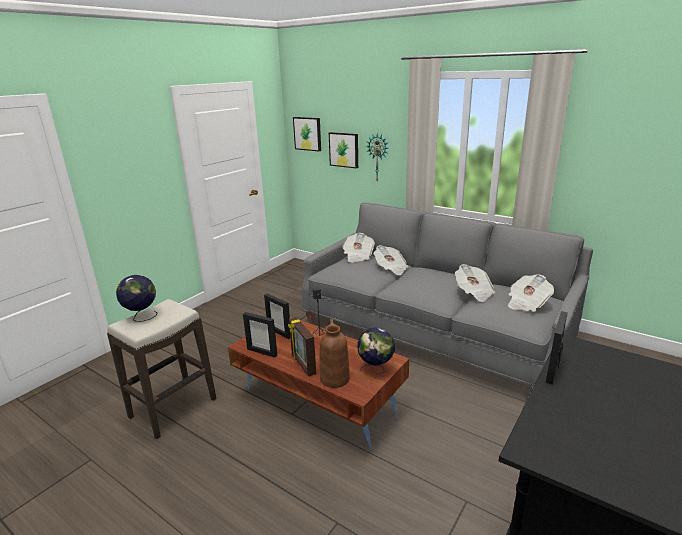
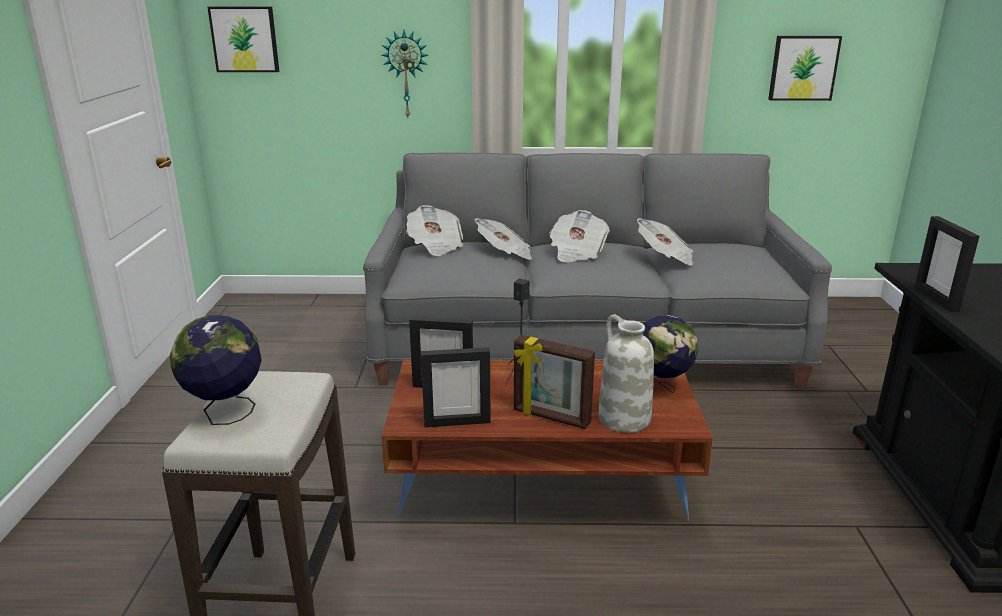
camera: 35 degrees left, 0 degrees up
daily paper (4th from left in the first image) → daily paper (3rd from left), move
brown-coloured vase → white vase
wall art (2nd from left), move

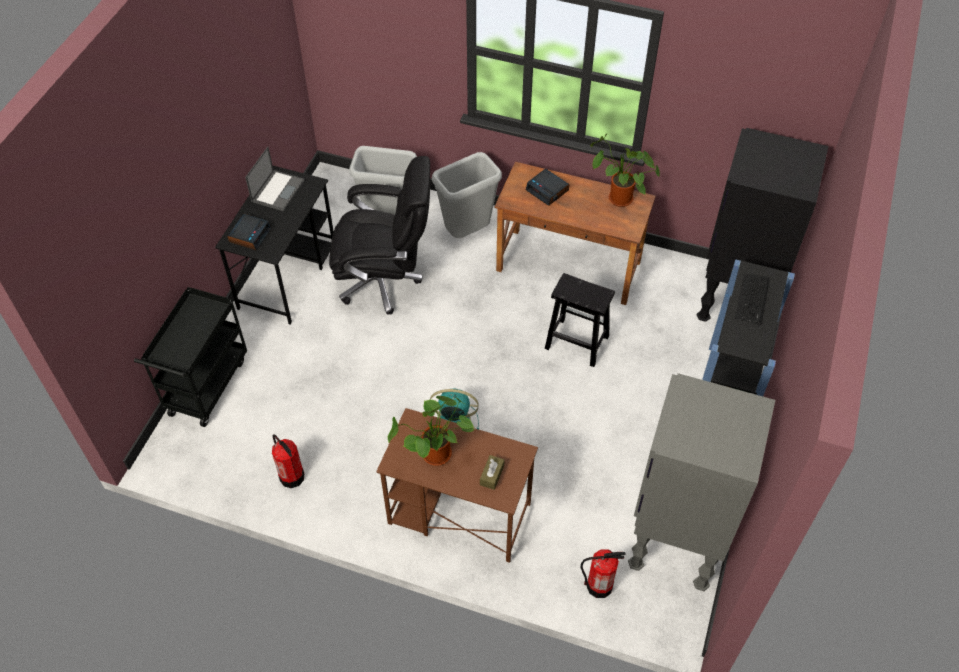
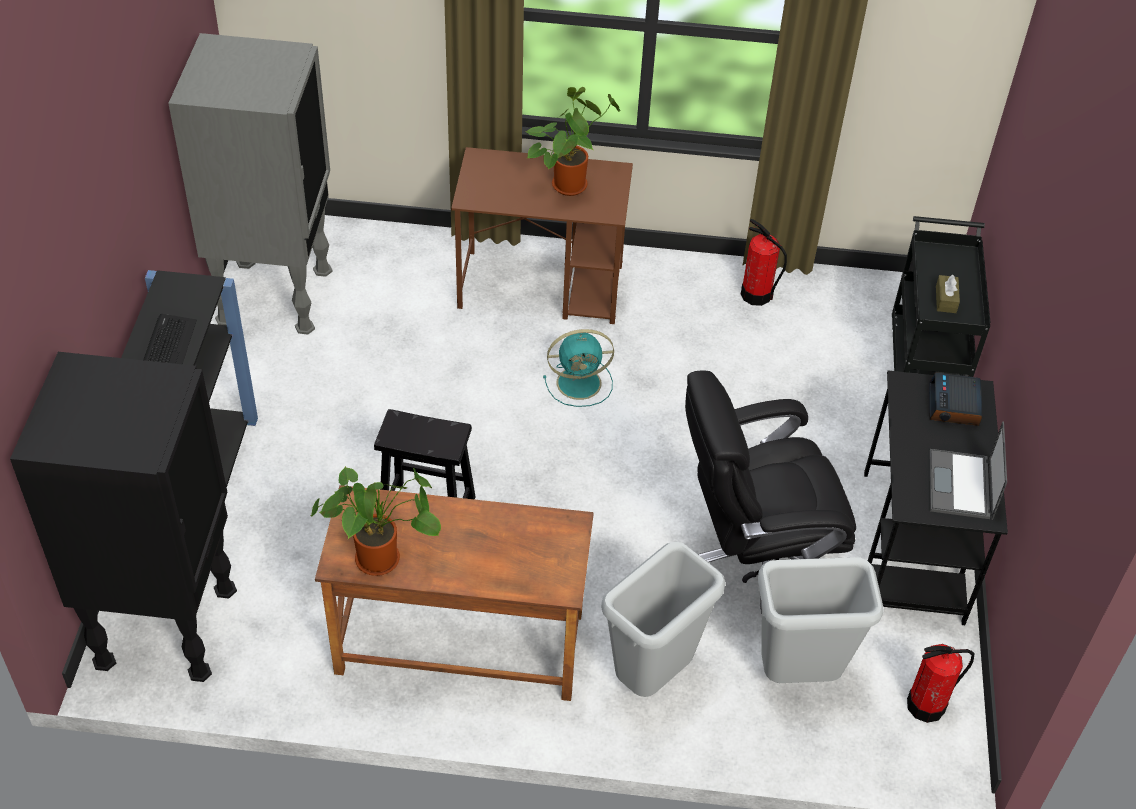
camera: 165 degrees right, 5 degrees down
extinguisher (2nd from left), move
brown-coloured tissue holder, move
alarm clock (2nd from left) → -

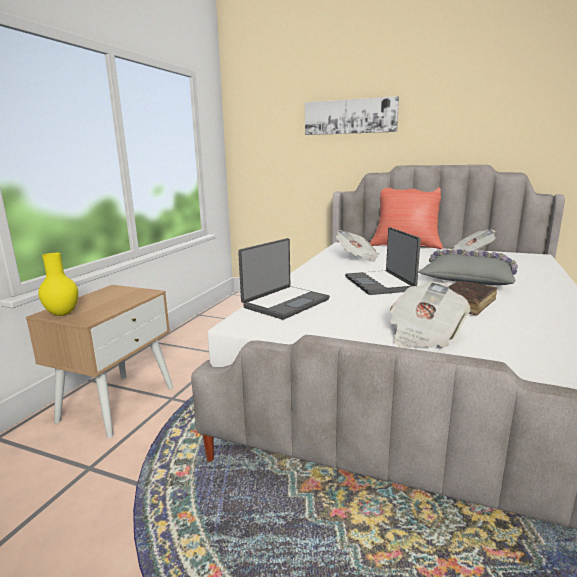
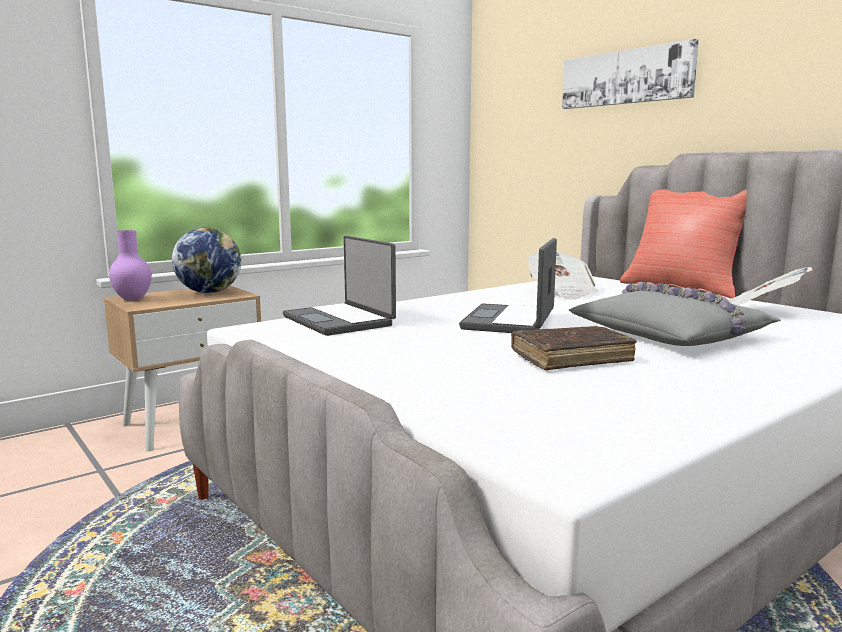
camera: 30 degrees right, 5 degrees down
yellow vase → purple-coloured vase
- → world globe
notebook computer (1st from left), 75 degrees clockwise
daily paper (2nd from left) → -

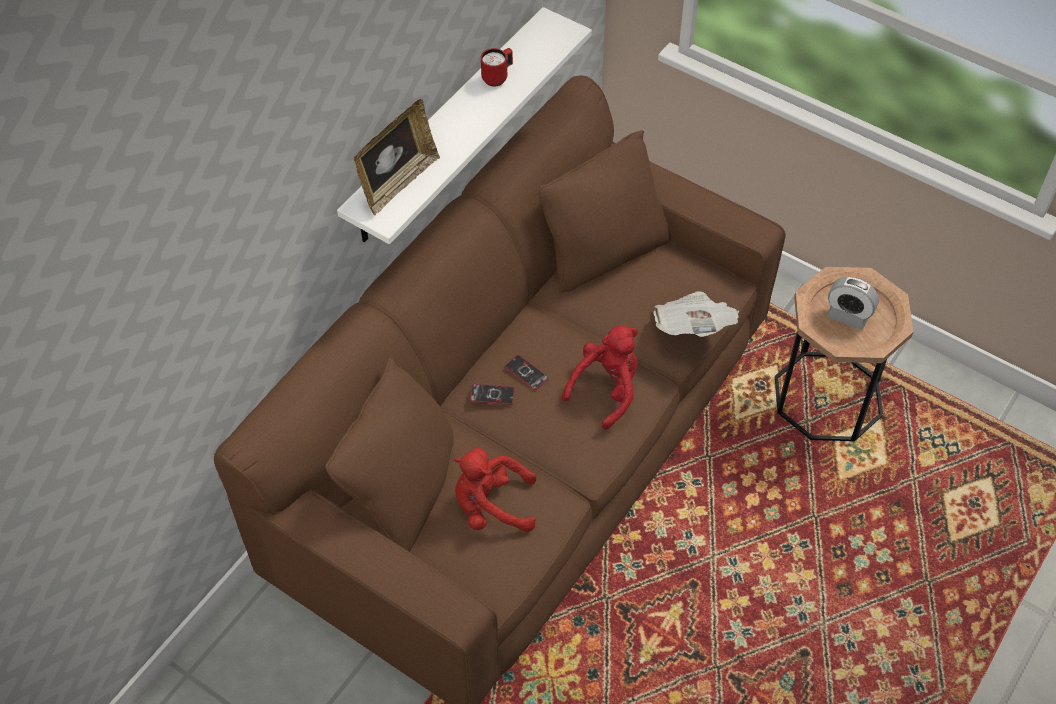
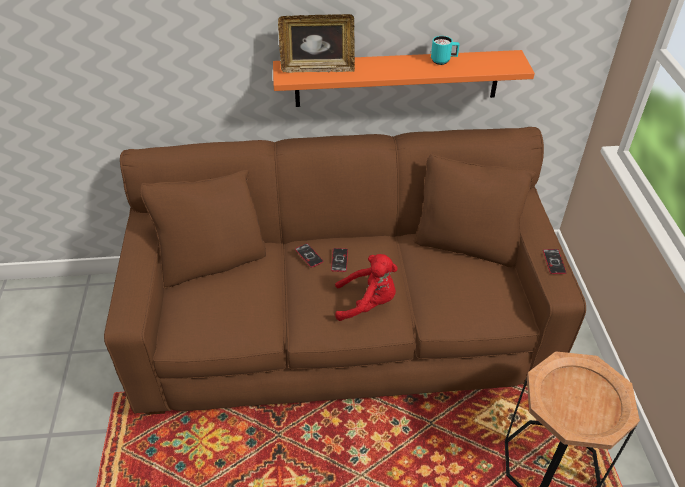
camera: 50 degrees right, 10 degrees down
white shelf → orangey shelf
red tea mug → turquoise-coloured tea mug
- → phone (3rd from left)
red cuddly toy (1st from left) → -
daily paper → -
alarm clock → -

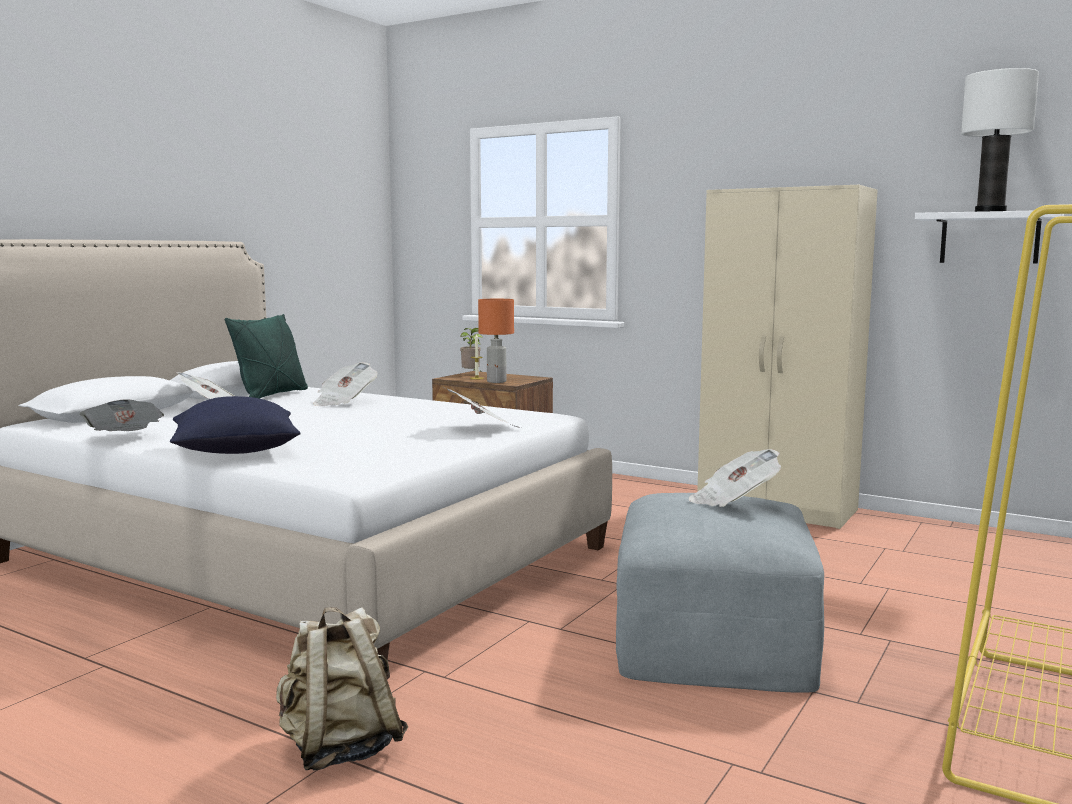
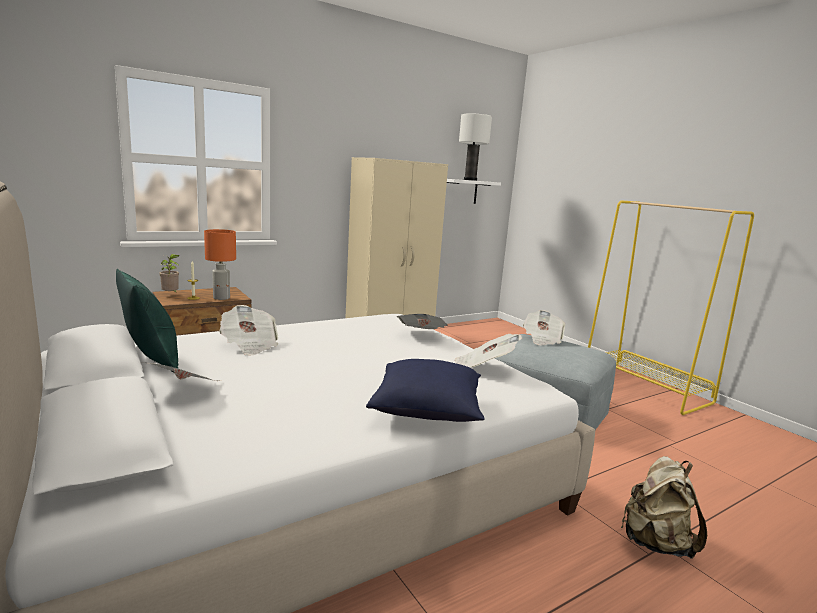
camera: 65 degrees left, 5 degrees up
daily paper (1st from left in the first image) → daily paper (4th from left), move

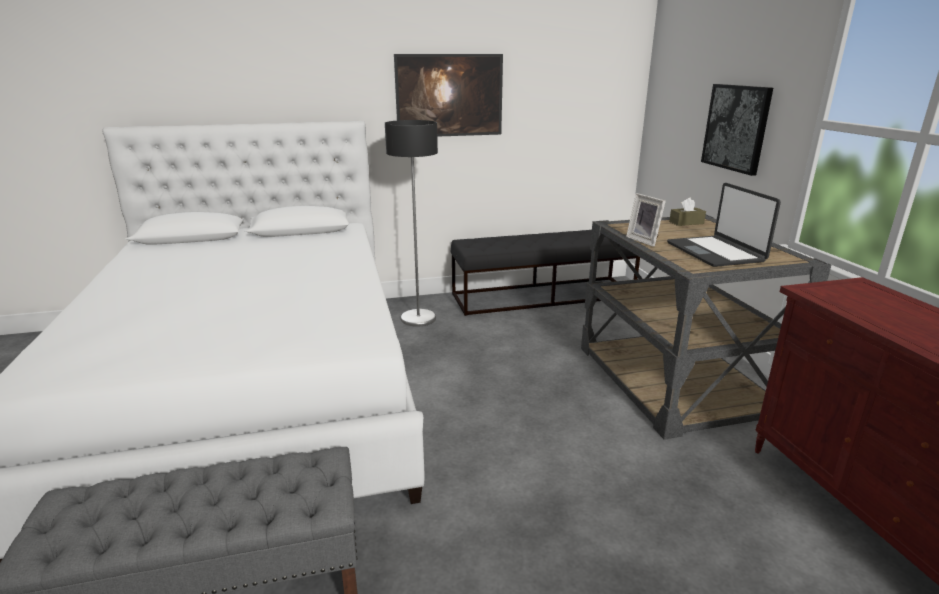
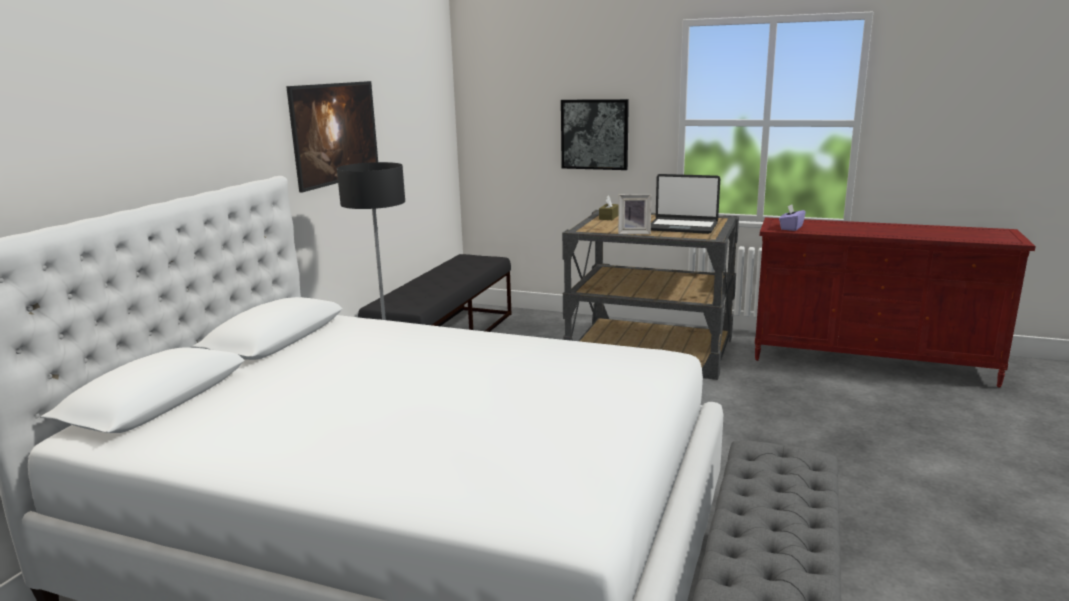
camera: 55 degrees left, 5 degrees down
- → purple-coloured tissue holder

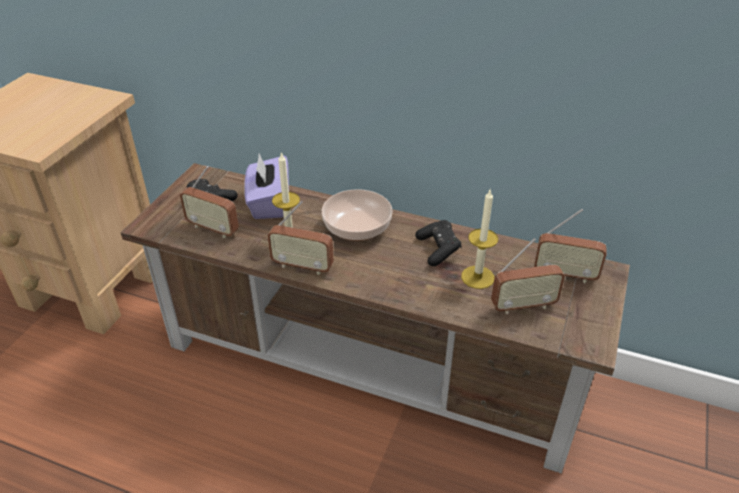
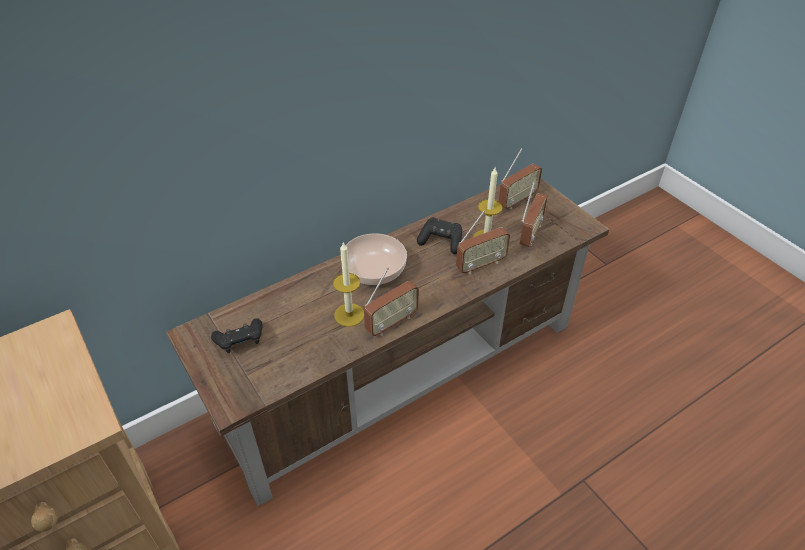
camera: 55 degrees left, 5 degrees up
radio (1st from left in the first image) → radio (2nd from left), move
purple-coloured tissue holder → -

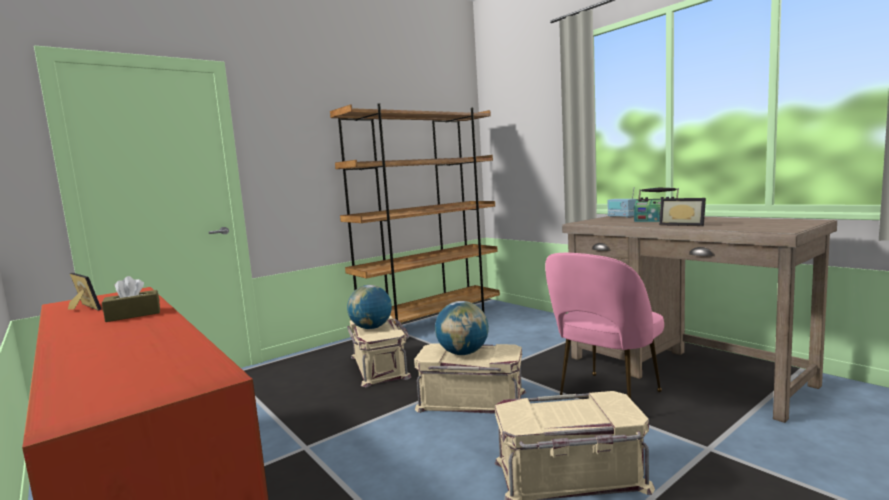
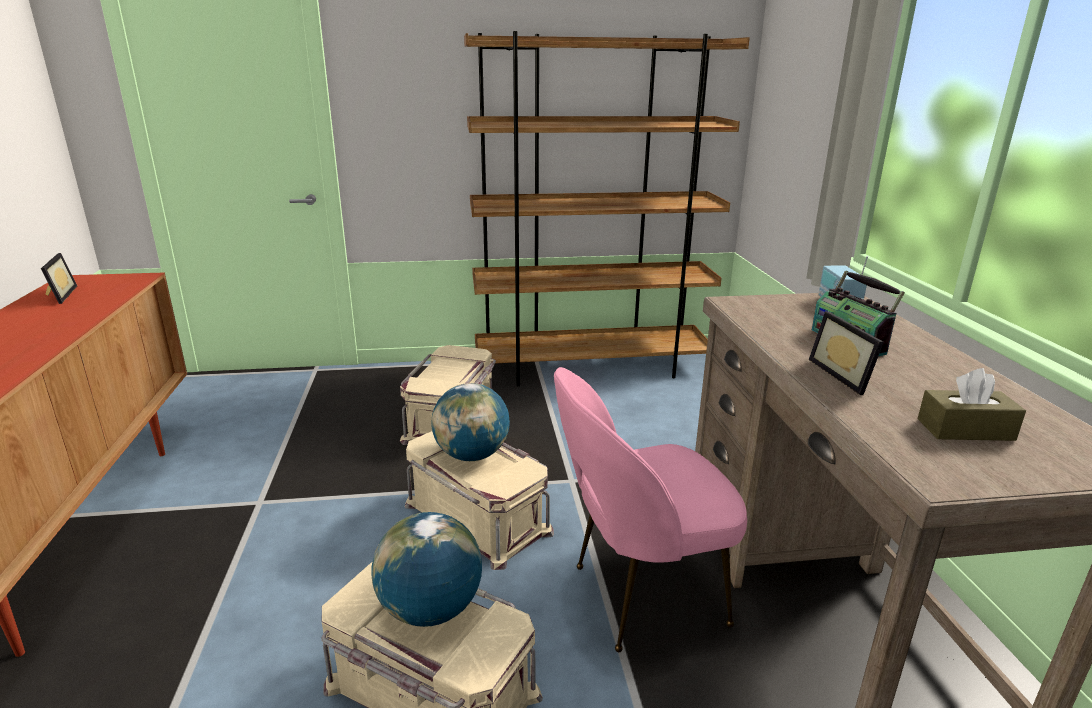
camera: 30 degrees right, 15 degrees up
world globe (1st from left), move
brown-coloured tissue holder, move

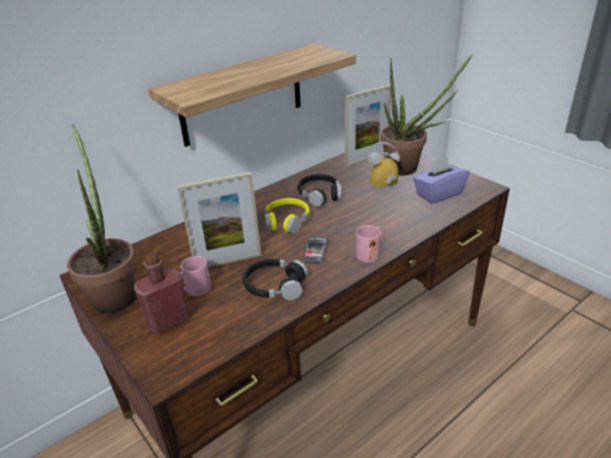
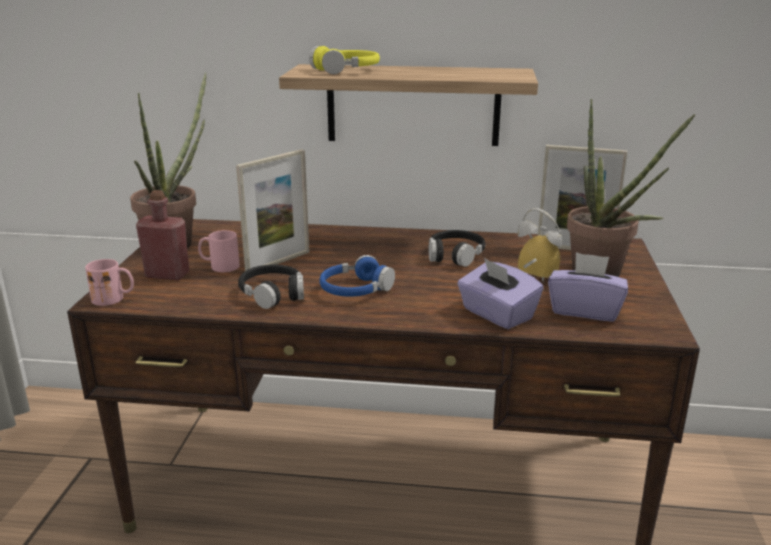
camera: 45 degrees right, 10 degrees down
pink tea mug (2nd from left in the first image) → pink tea mug (1st from left), move
picture frame (1st from left), 75 degrees counterclockwise
yellow headset, move
phone → blue-coloured headset
- → purple-coloured tissue holder (1st from left)

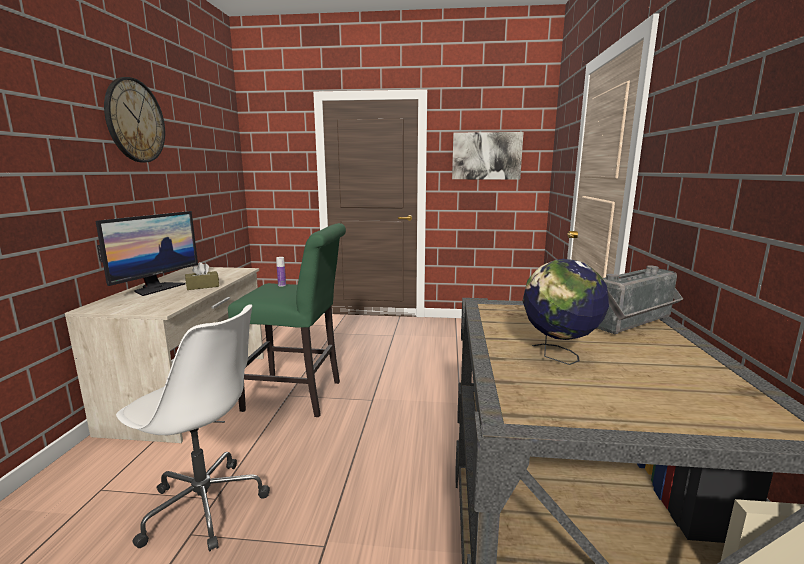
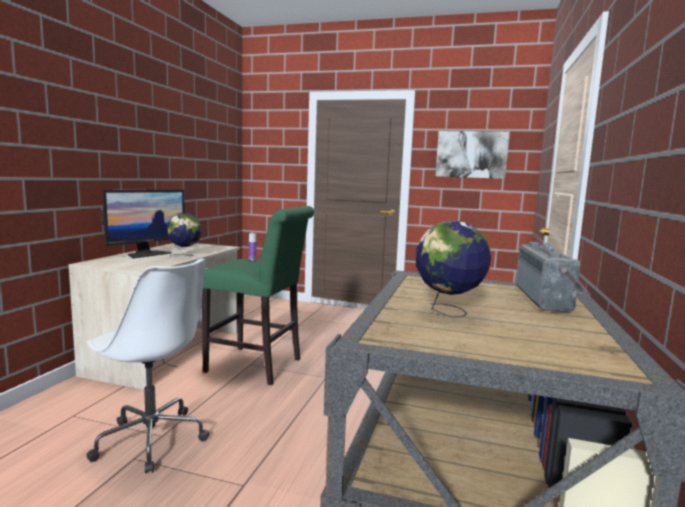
camera: 10 degrees right, 5 degrees down
brown-coloured tissue holder → world globe (1st from left)
radio, 60 degrees counterclockwise
wall clock → -

